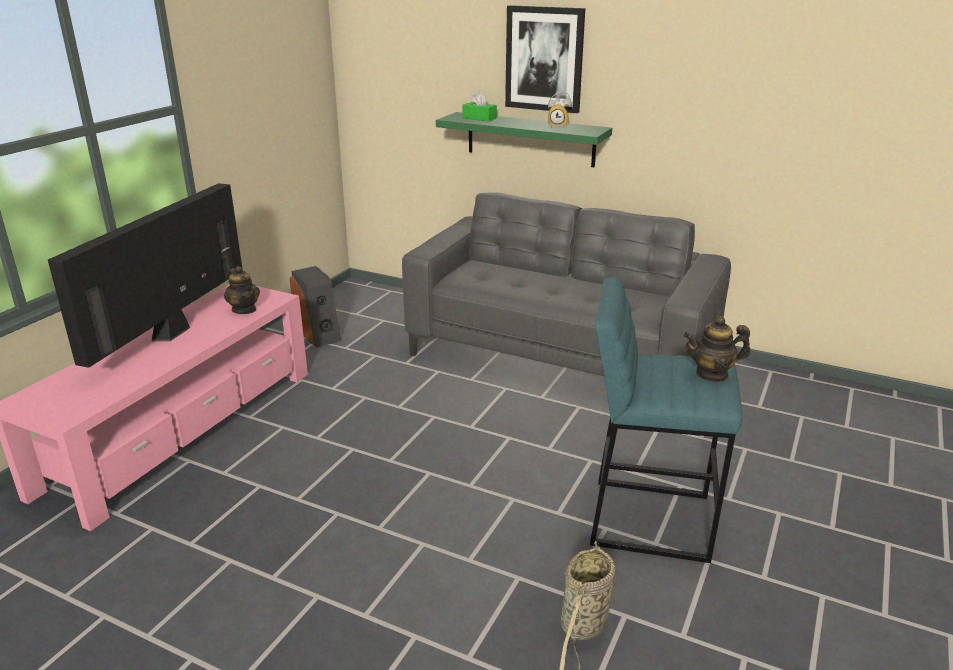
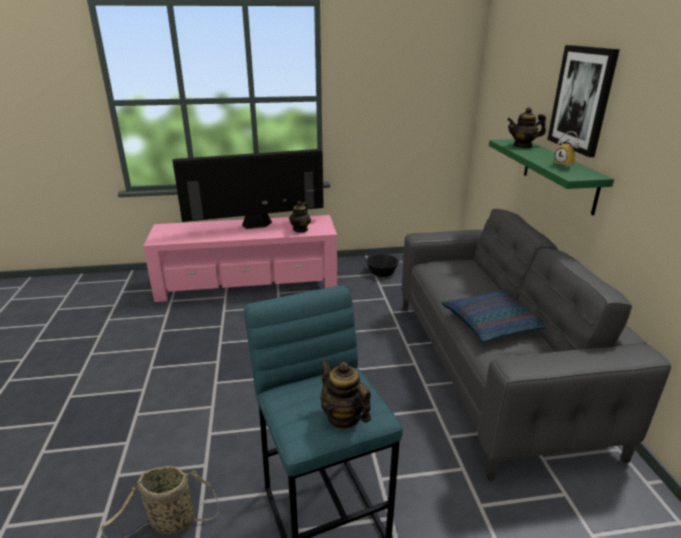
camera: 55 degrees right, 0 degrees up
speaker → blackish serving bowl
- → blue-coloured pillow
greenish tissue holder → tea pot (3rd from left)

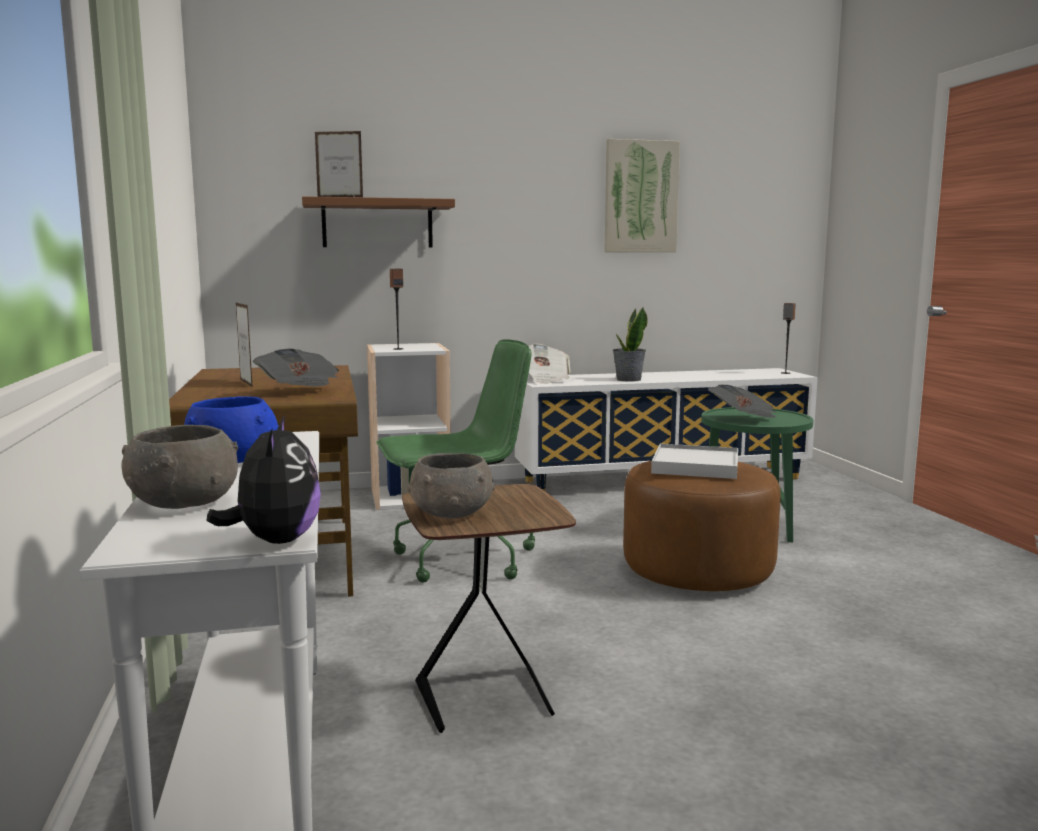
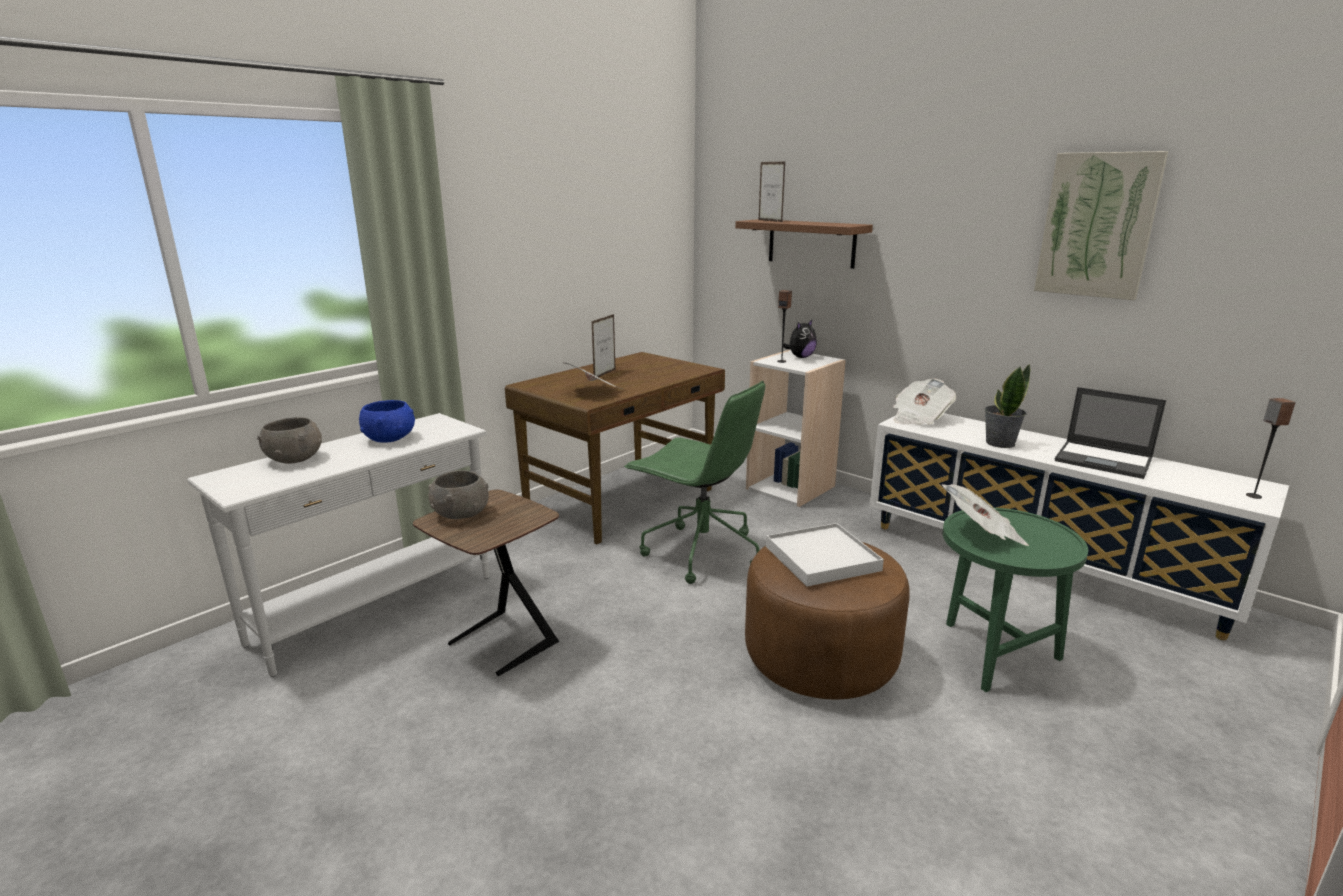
camera: 55 degrees right, 10 degrees up
cuddly toy, move
- → notebook computer

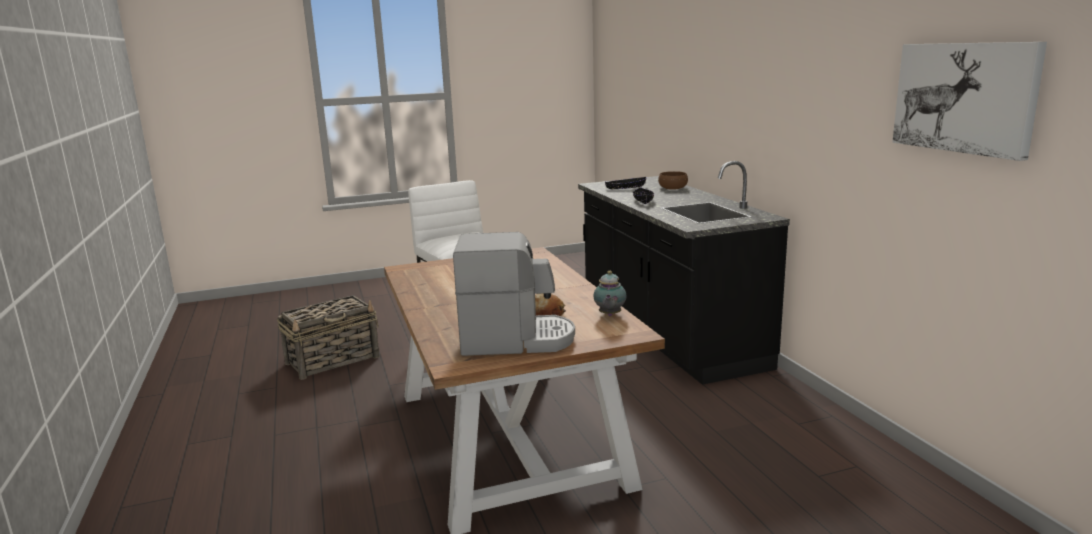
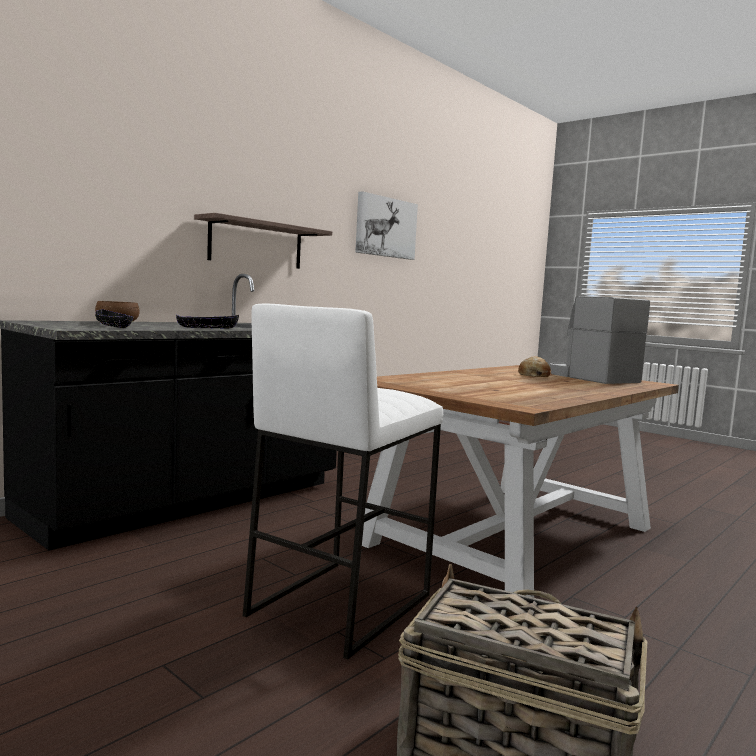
camera: 120 degrees left, 10 degrees down
- → shelf
tea pot → -

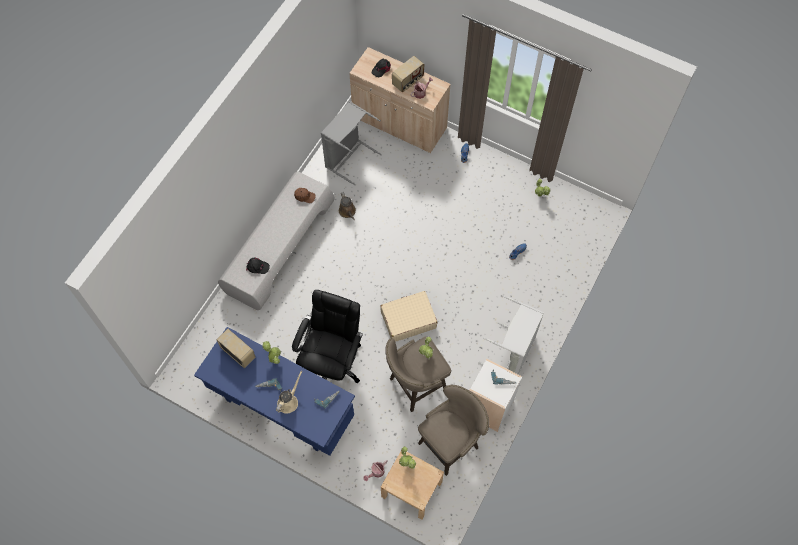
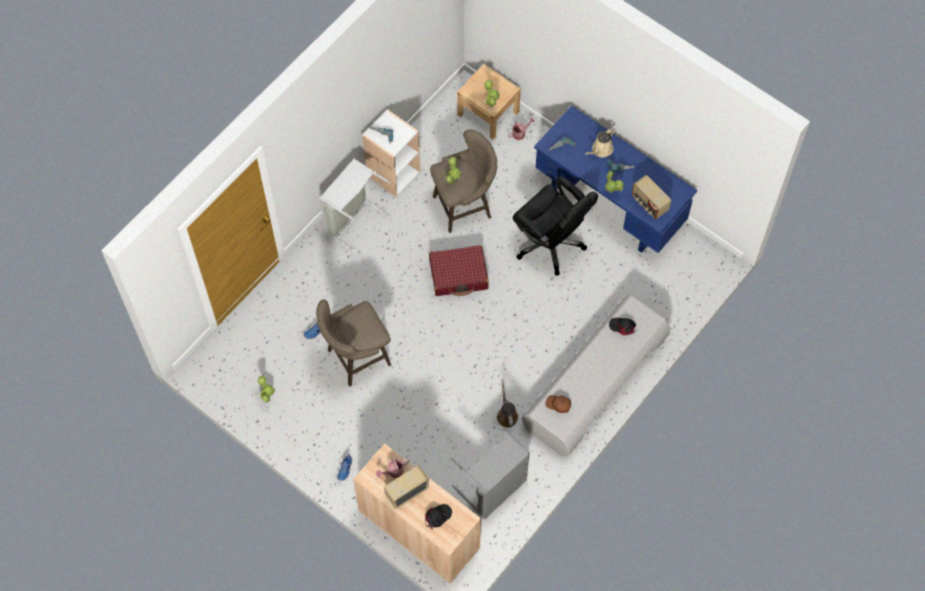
camera: 170 degrees left, 0 degrees up
beige stool (2nd from left in the first image) → beige stool (1st from left), move
beige suitcase → red suitcase
blackish office chair, 75 degrees counterclockwise

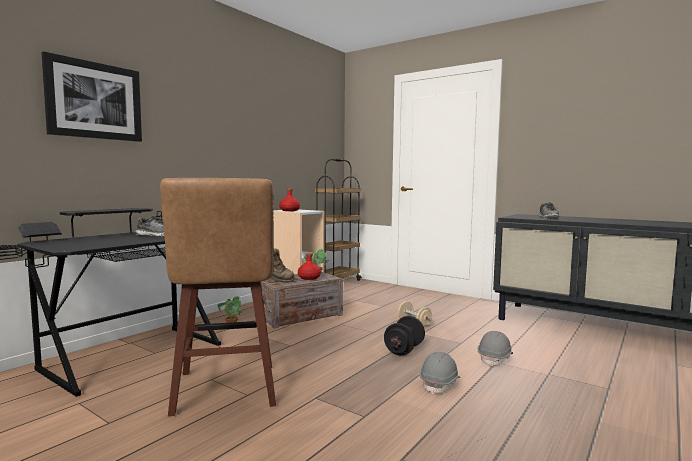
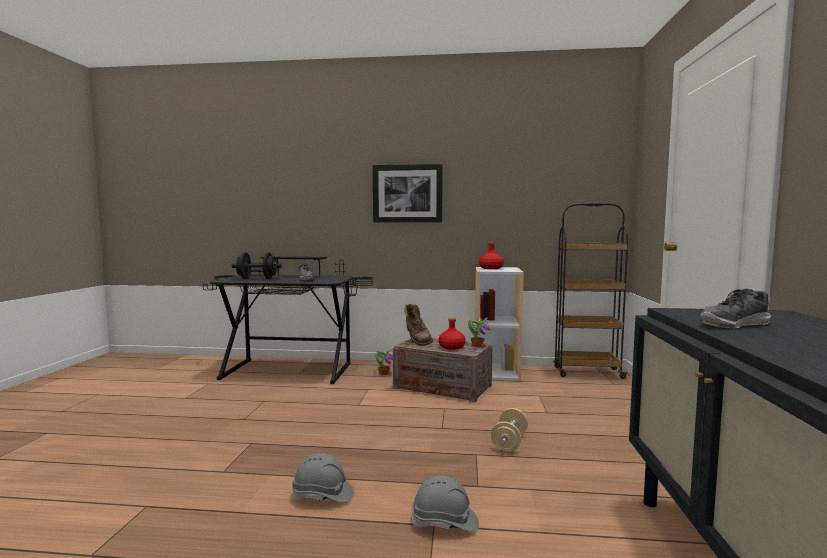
camera: 60 degrees right, 0 degrees up
blackish hand weight, move
wall art, move
brown-coloured stool → -

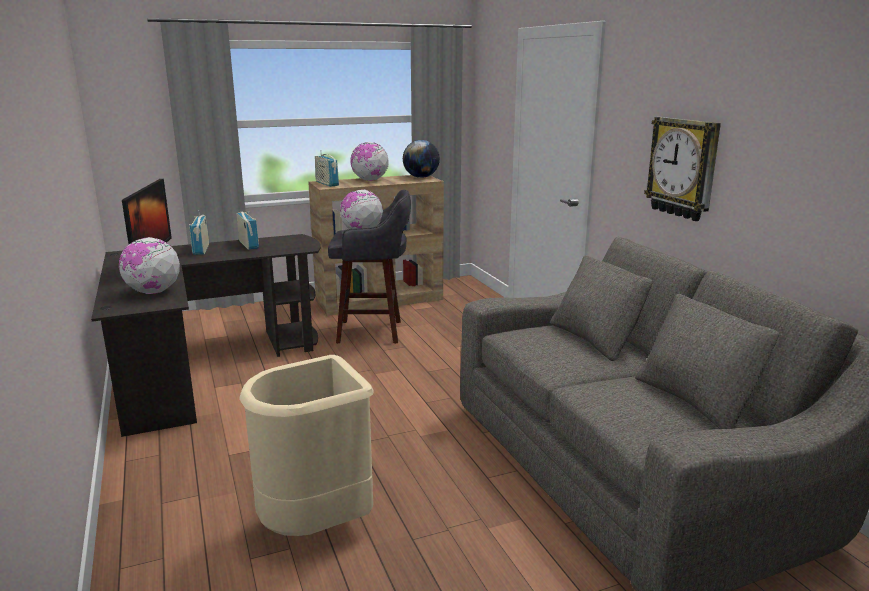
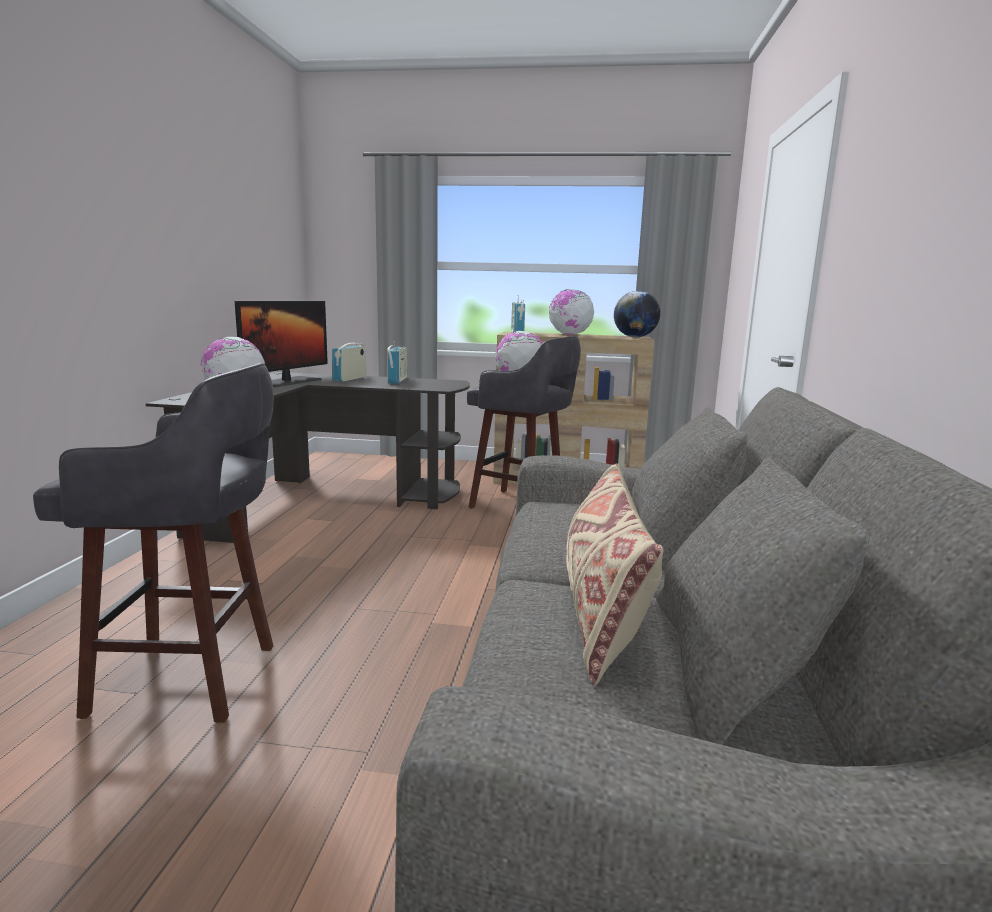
camera: 30 degrees right, 5 degrees down
beige waste bin → greyish stool (1st from left)
- → beige pillow
wall clock → -

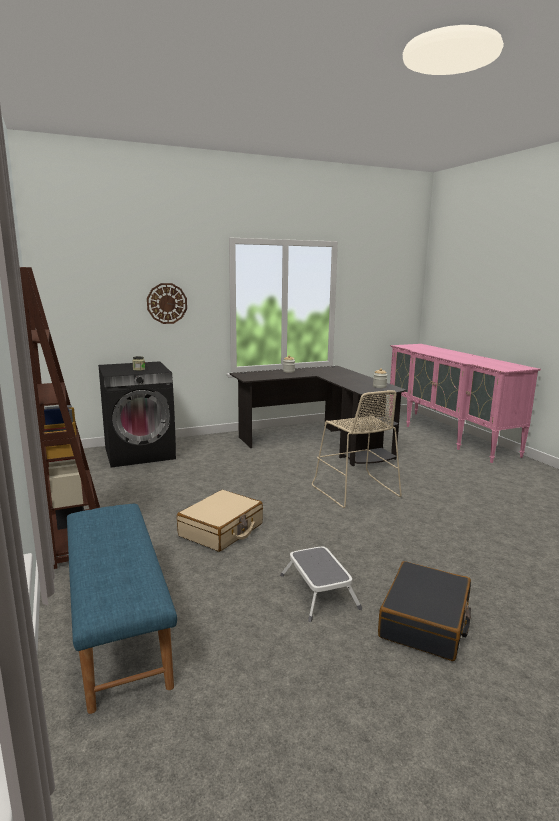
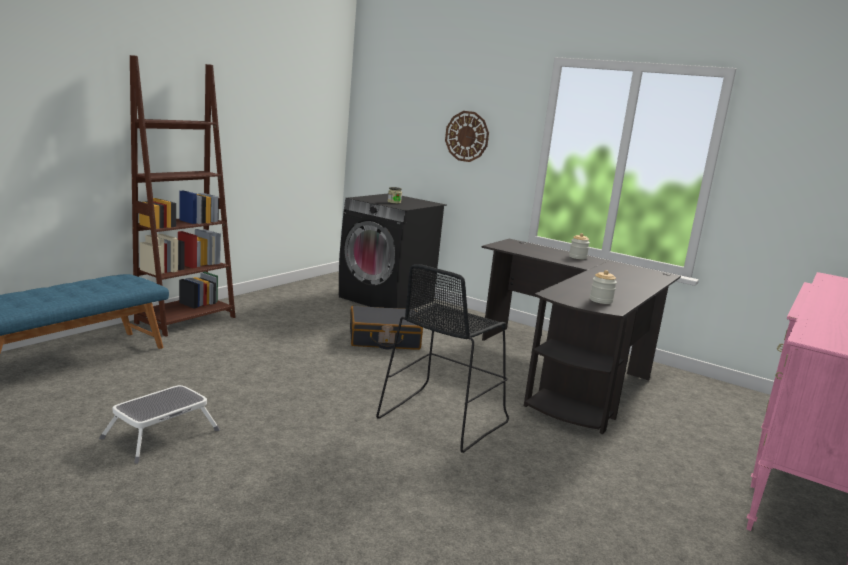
camera: 55 degrees right, 0 degrees up
blackish suitcase, move
beige stool → blackish stool
beige suitcase → -

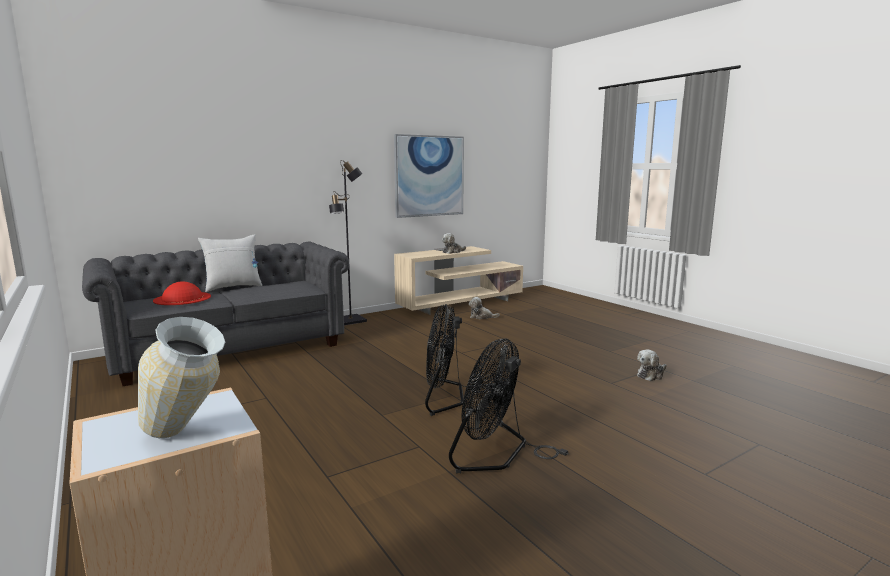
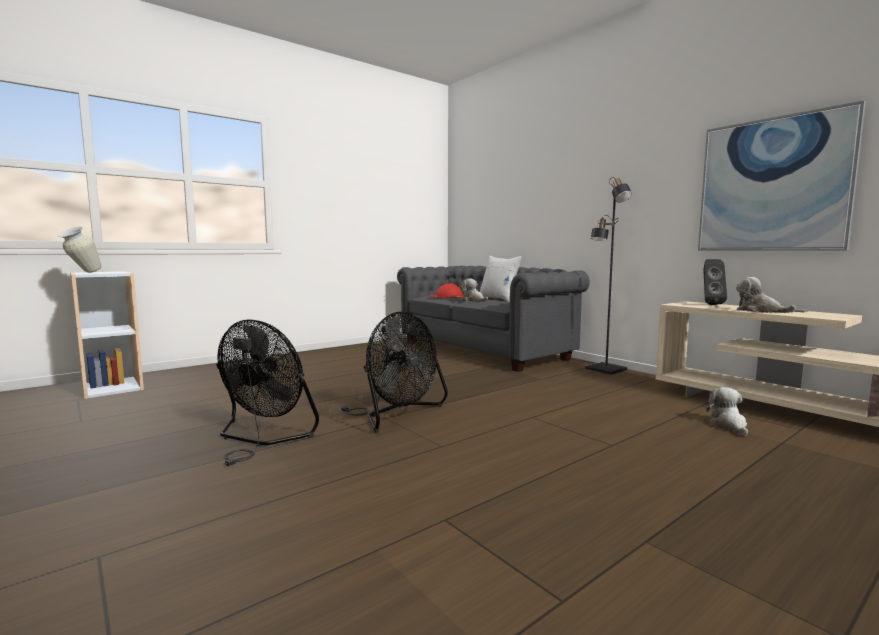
camera: 85 degrees right, 5 degrees down
blackish electric fan (1st from left in the first image) → blackish electric fan (2nd from left), 135 degrees clockwise
cuddly toy (3rd from left in the first image) → cuddly toy (1st from left), move
- → blackish speaker

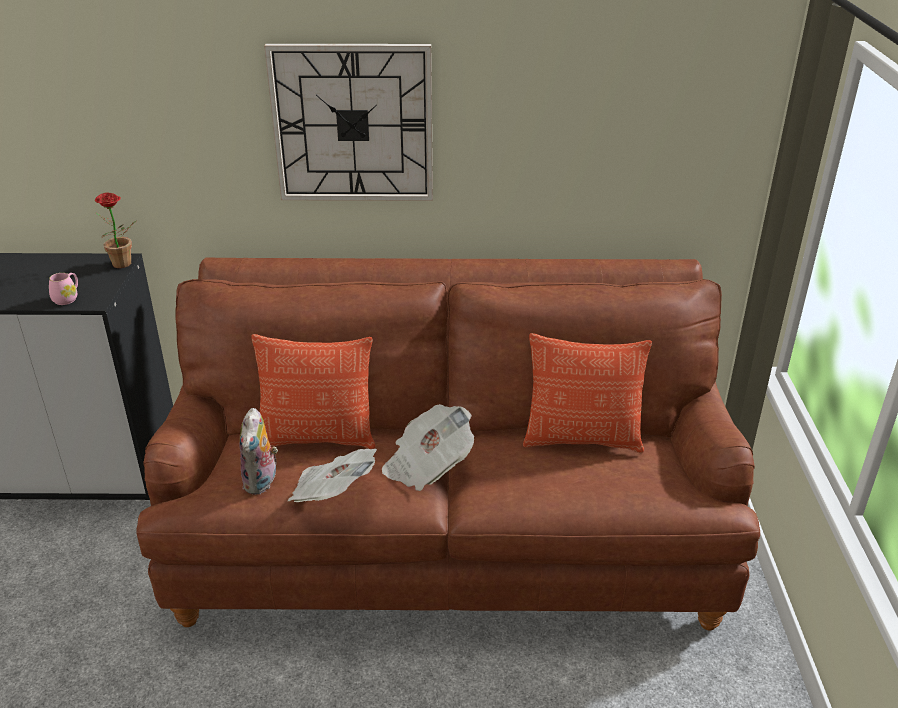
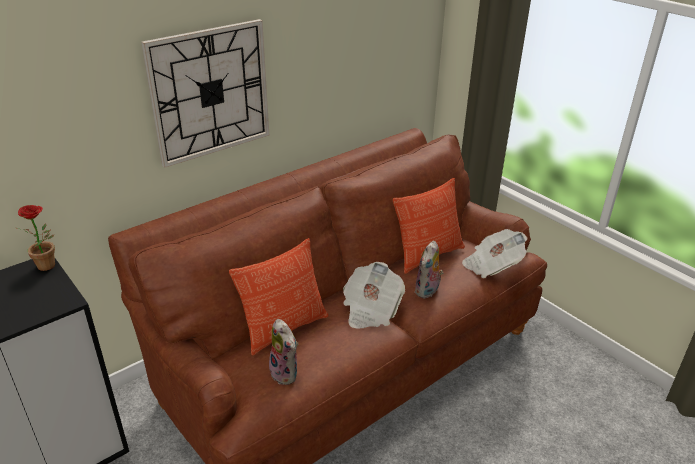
camera: 40 degrees left, 0 degrees up
- → cuddly toy (2nd from left)
daily paper (1st from left in the first image) → daily paper (2nd from left), move
pink tea mug → -

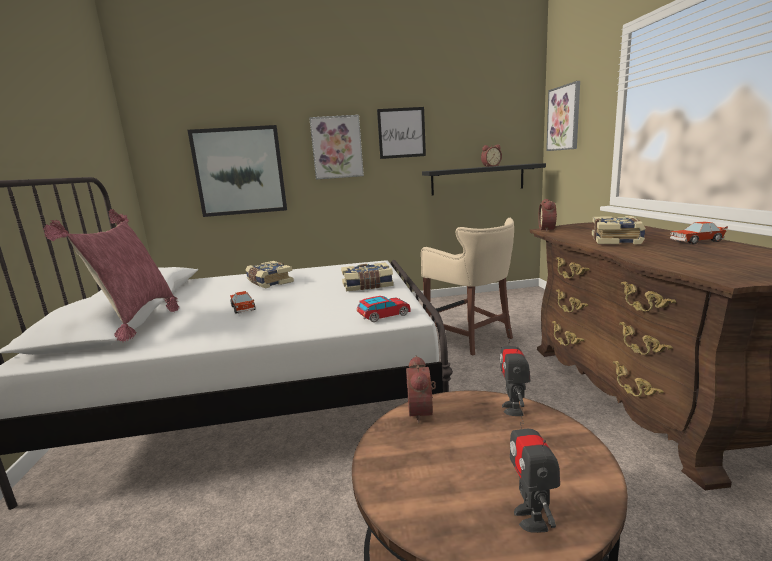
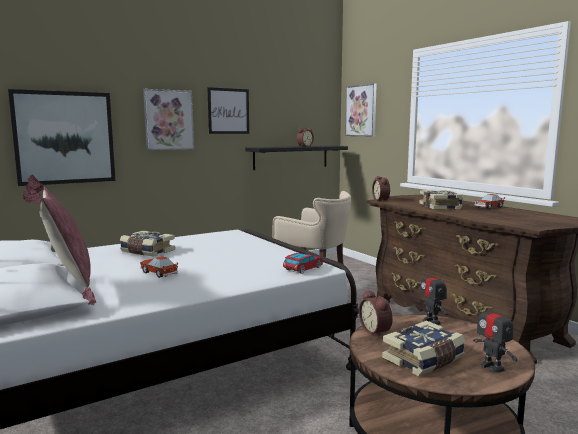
camera: 25 degrees left, 5 degrees down
book (2nd from left), move

